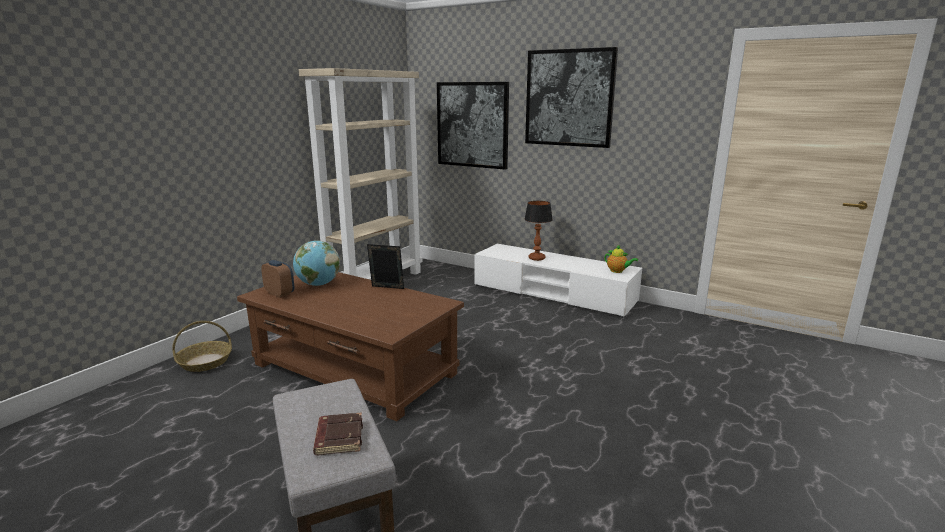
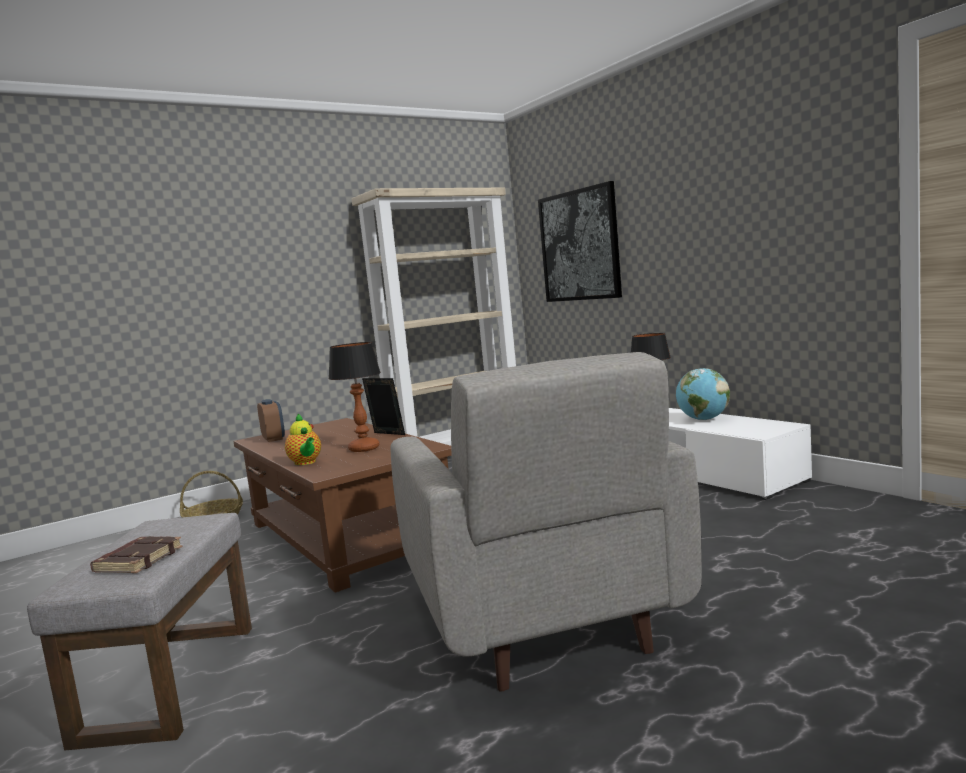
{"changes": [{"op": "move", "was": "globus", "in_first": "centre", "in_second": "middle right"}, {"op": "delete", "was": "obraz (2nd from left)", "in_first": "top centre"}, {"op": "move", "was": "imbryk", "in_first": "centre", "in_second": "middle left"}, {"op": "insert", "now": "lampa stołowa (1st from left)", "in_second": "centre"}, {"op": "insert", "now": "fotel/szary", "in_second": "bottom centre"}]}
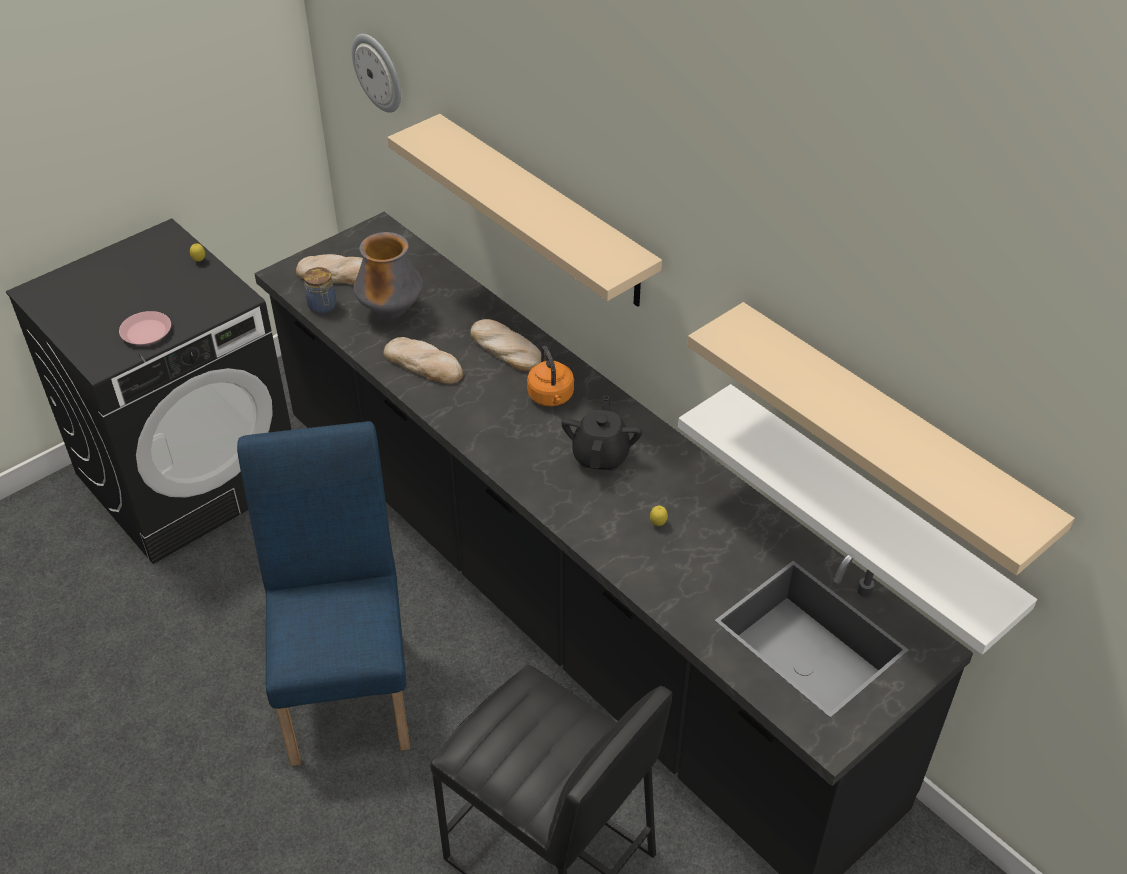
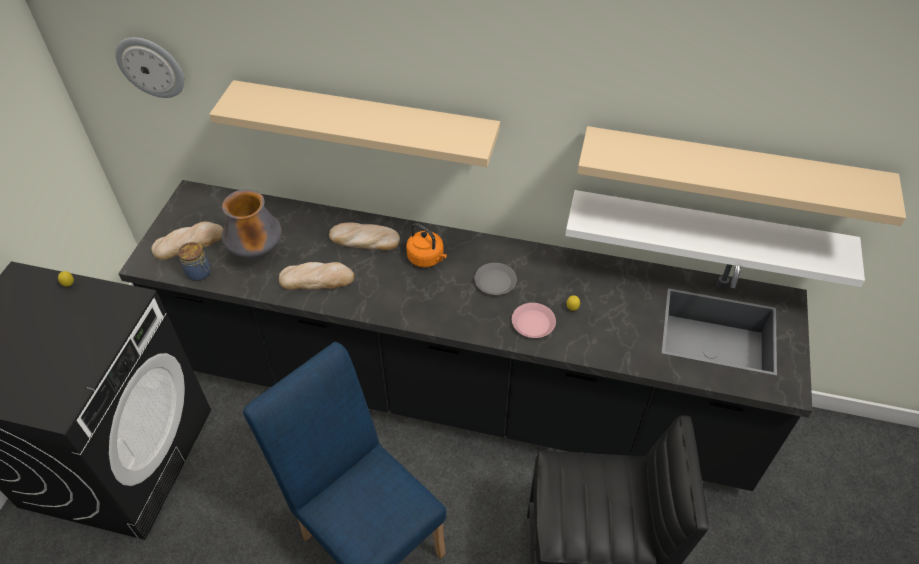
{"changes": [{"op": "move", "was": "talerz/różowy", "in_first": "middle left", "in_second": "centre"}, {"op": "replace", "was": "imbryk/czarny", "now": "talerz/szary", "in_first": "centre", "in_second": "centre"}]}
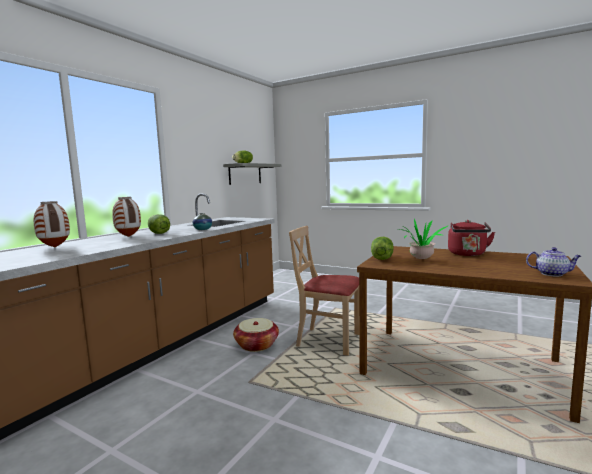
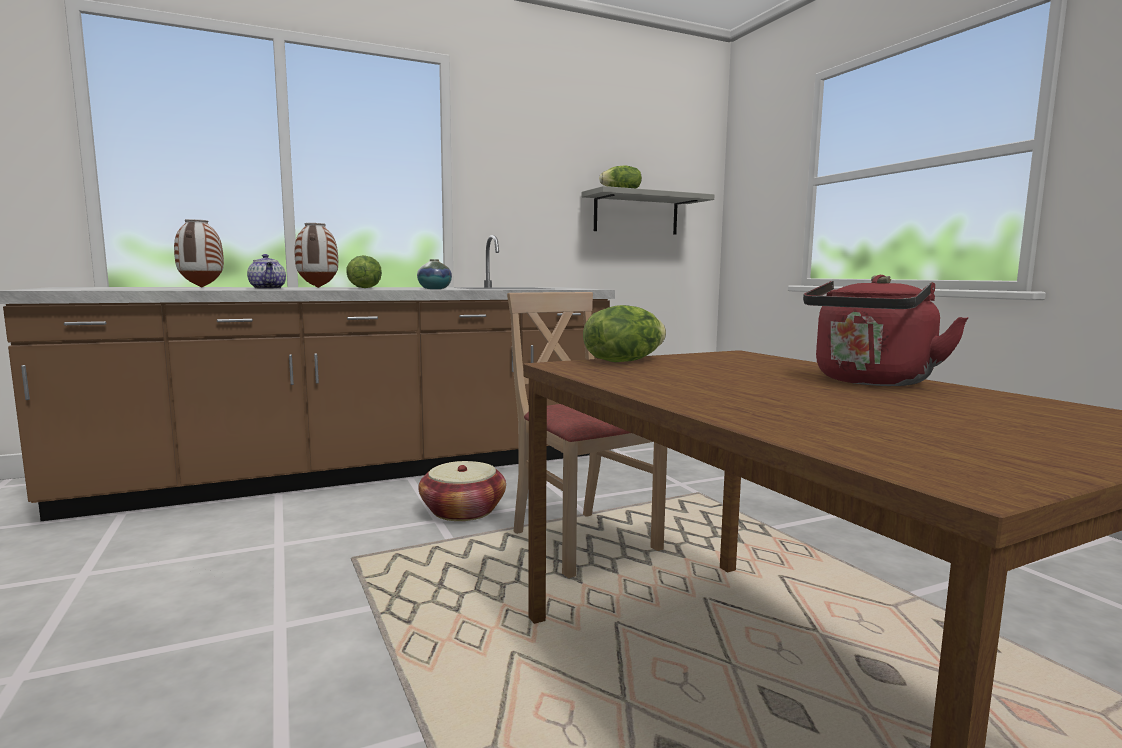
{"changes": [{"op": "delete", "was": "roślina doniczkowa", "in_first": "middle right"}, {"op": "move", "was": "imbryk", "in_first": "middle right", "in_second": "middle left"}]}
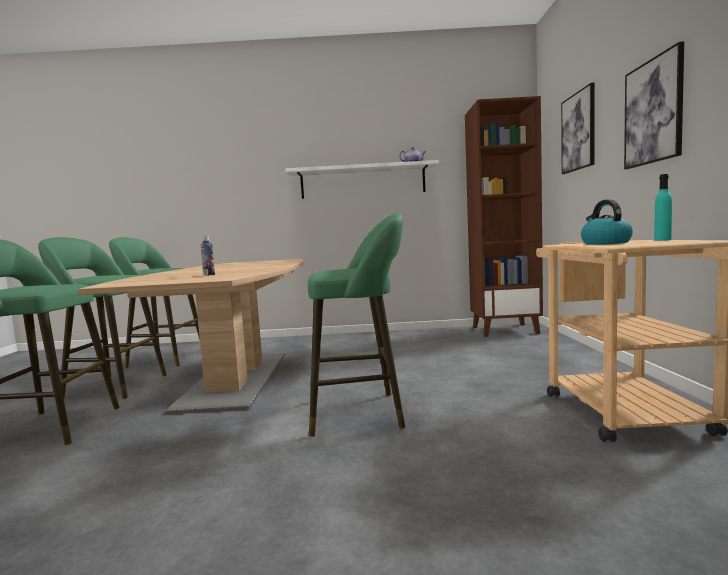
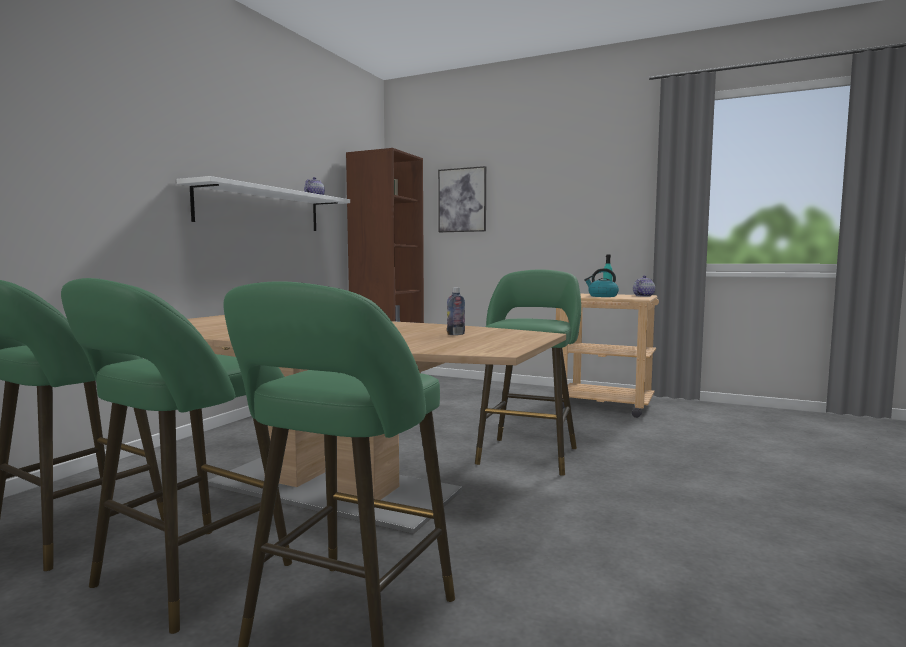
{"changes": [{"op": "delete", "was": "obraz (2nd from left)", "in_first": "top right"}, {"op": "insert", "now": "imbryk (2nd from left)", "in_second": "middle right"}]}
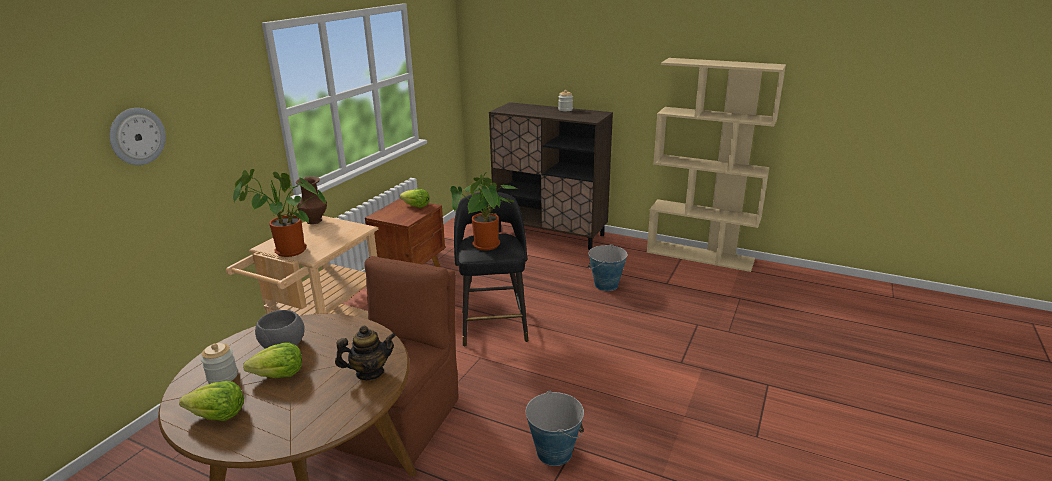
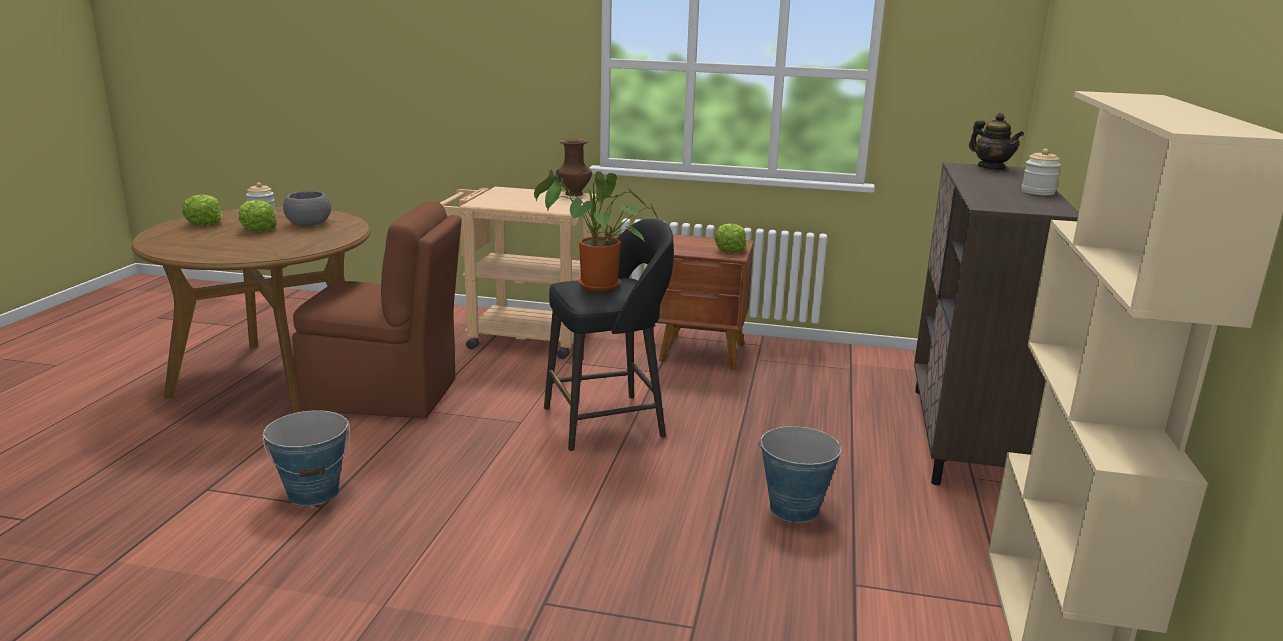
{"changes": [{"op": "delete", "was": "zegar ścienny", "in_first": "top left"}, {"op": "delete", "was": "roślina doniczkowa (1st from left)", "in_first": "middle left"}, {"op": "move", "was": "imbryk", "in_first": "bottom centre", "in_second": "top right"}]}
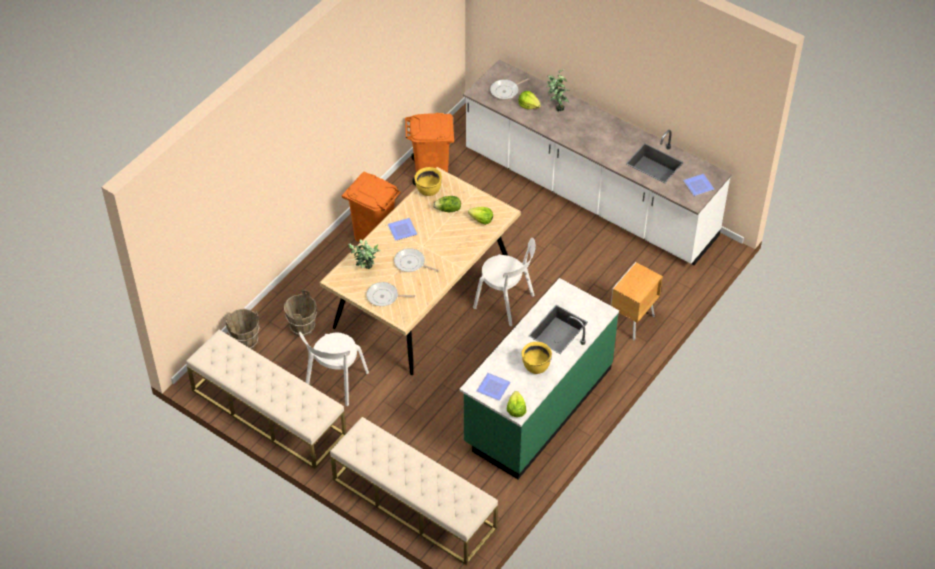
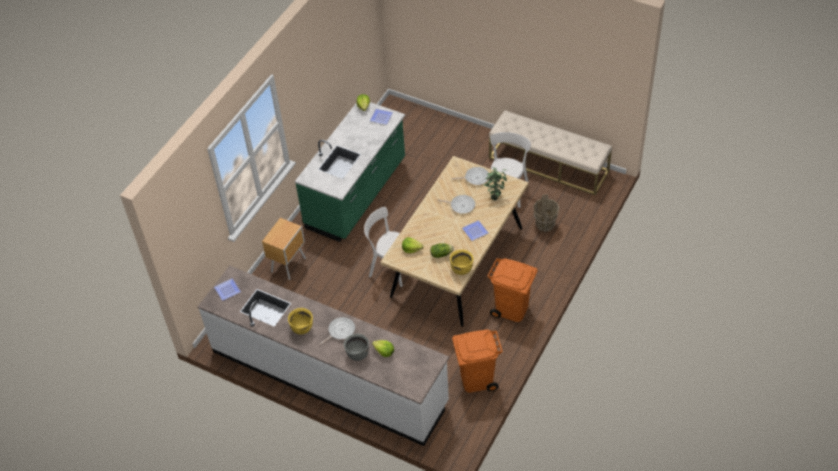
{"changes": [{"op": "delete", "was": "wiadro/brązowy (1st from left)", "in_first": "middle left"}, {"op": "delete", "was": "ławka/beżowy (2nd from left)", "in_first": "bottom centre"}, {"op": "move", "was": "patelnia (3rd from left in the first image)", "now": "patelnia (1st from left)", "in_first": "top centre", "in_second": "bottom centre"}, {"op": "move", "was": "garnek/żółty (2nd from left in the first image)", "now": "garnek/żółty (1st from left)", "in_first": "centre", "in_second": "bottom centre"}, {"op": "replace", "was": "roślina doniczkowa (2nd from left)", "now": "garnek/szary", "in_first": "top centre", "in_second": "bottom centre"}]}
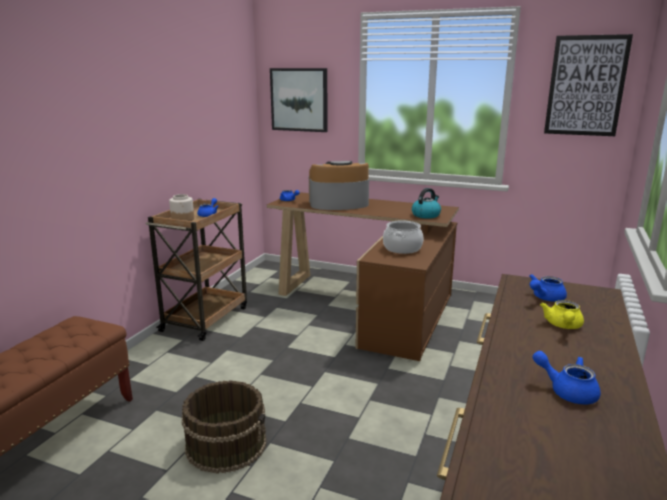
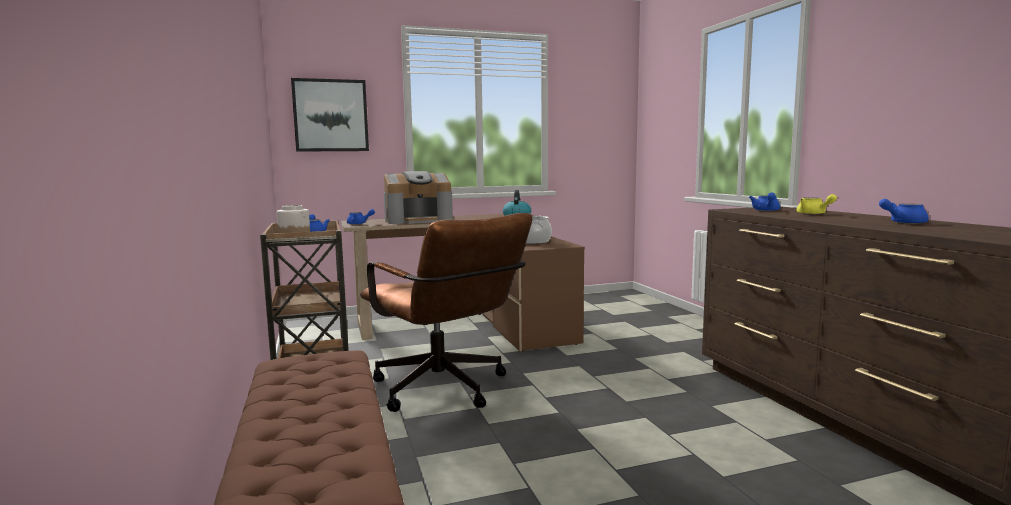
{"changes": [{"op": "delete", "was": "wiadro/brązowy", "in_first": "bottom centre"}, {"op": "rotate", "was": "ekspres do kawy", "in_first": "centre", "in_second": "centre", "clockwise": -150}, {"op": "delete", "was": "obraz (2nd from left)", "in_first": "top right"}, {"op": "insert", "now": "krzesło biurowe/brązowy", "in_second": "centre"}]}
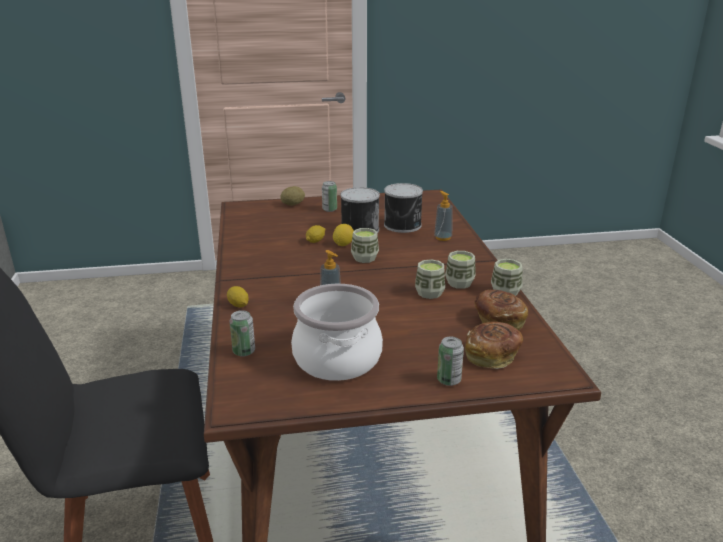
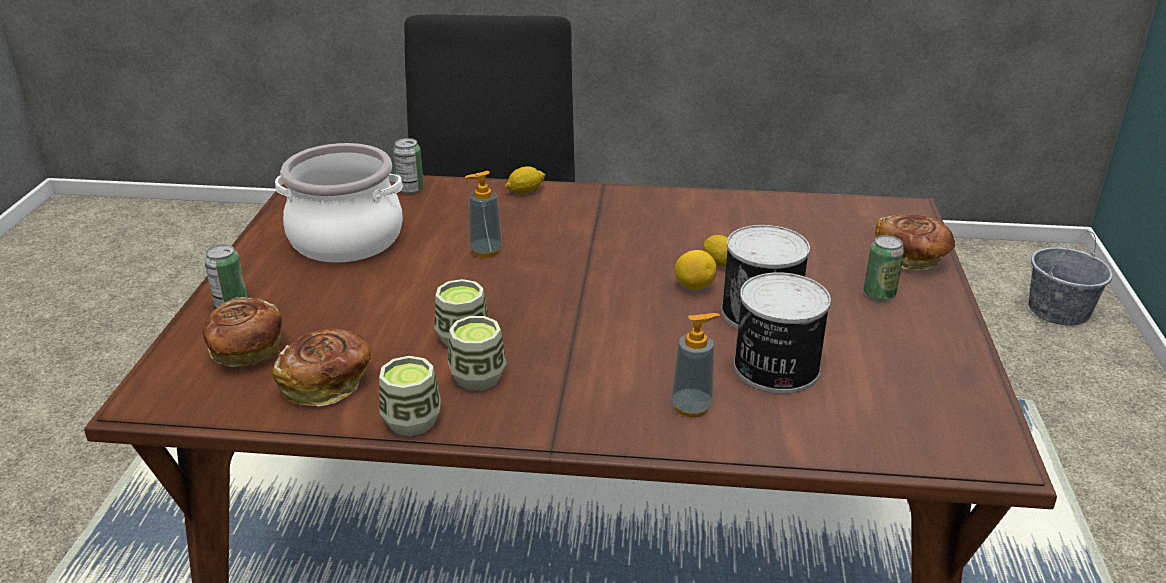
{"changes": [{"op": "replace", "was": "ziemniak", "now": "chleb (3rd from left)", "in_first": "centre", "in_second": "middle right"}, {"op": "delete", "was": "filiżanka (1st from left)", "in_first": "centre"}, {"op": "insert", "now": "wiadro/szary", "in_second": "middle right"}]}
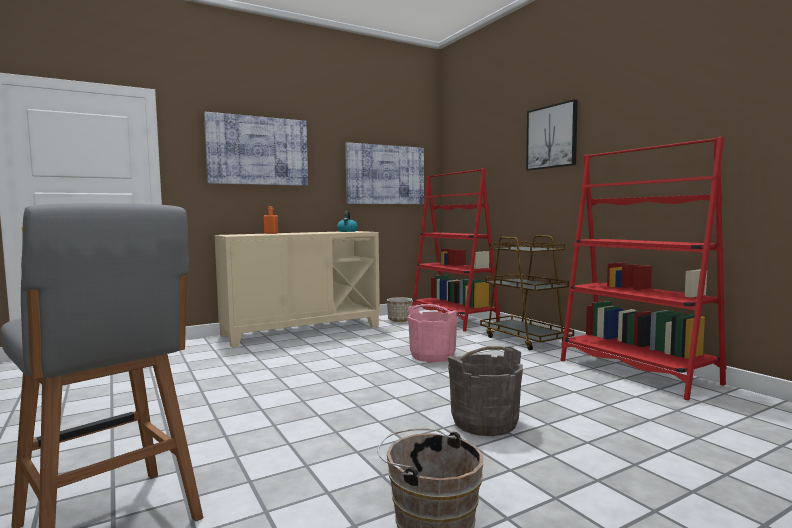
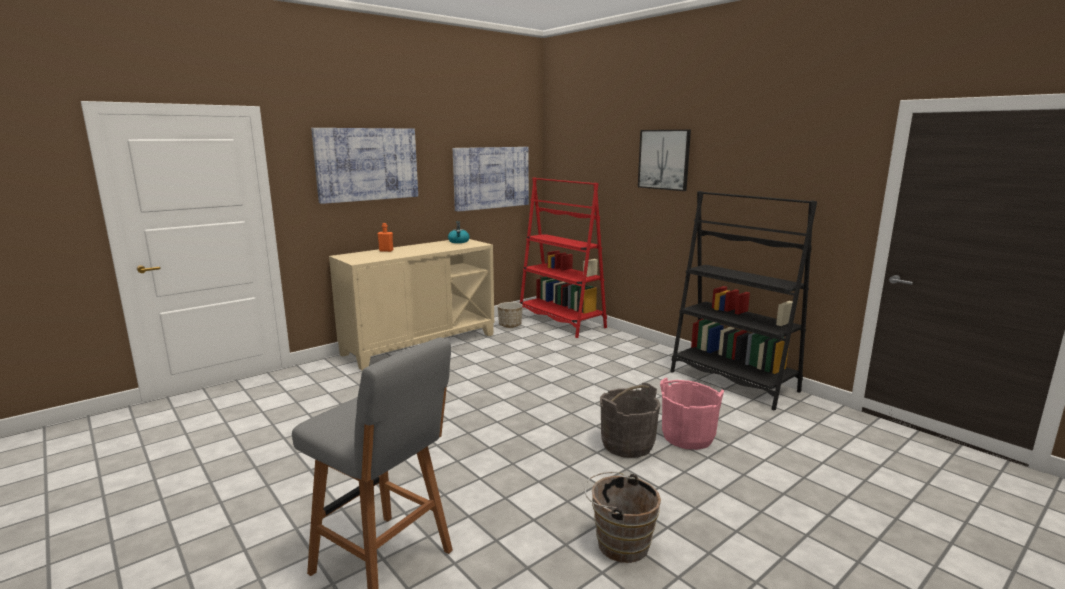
{"changes": [{"op": "move", "was": "wiadro/różowy", "in_first": "centre", "in_second": "bottom centre"}, {"op": "delete", "was": "wózek/brązowy", "in_first": "centre"}, {"op": "recolor", "was": "regał/czerwony (2nd from left)", "now": "regał/czarny", "in_first": "middle right", "in_second": "middle right"}]}
